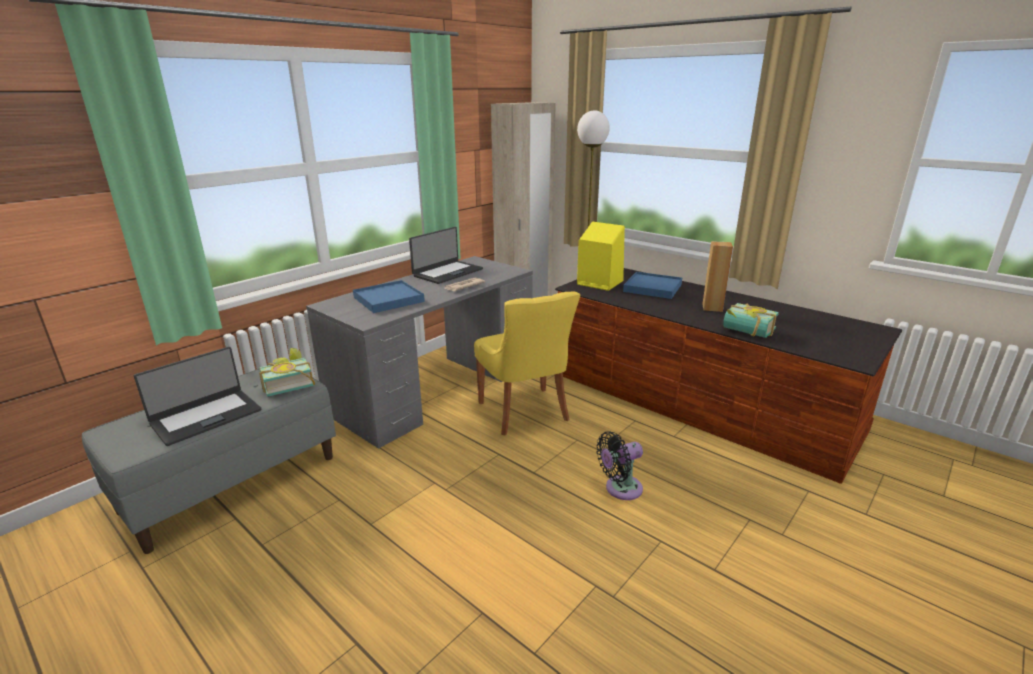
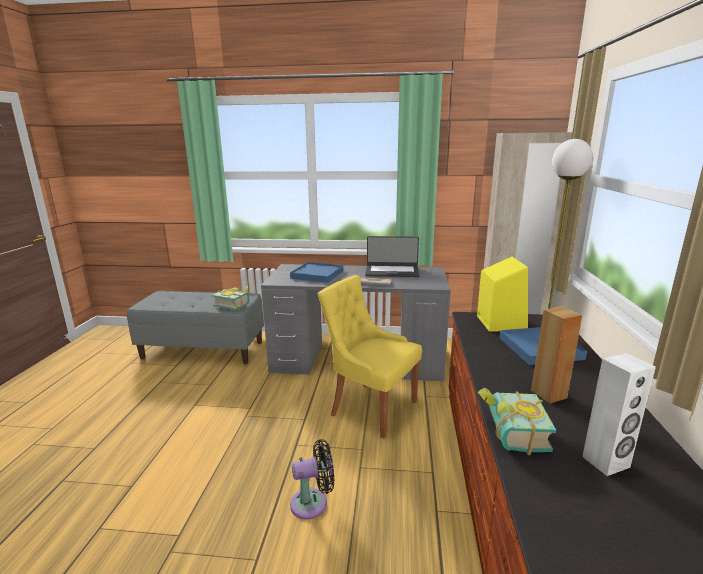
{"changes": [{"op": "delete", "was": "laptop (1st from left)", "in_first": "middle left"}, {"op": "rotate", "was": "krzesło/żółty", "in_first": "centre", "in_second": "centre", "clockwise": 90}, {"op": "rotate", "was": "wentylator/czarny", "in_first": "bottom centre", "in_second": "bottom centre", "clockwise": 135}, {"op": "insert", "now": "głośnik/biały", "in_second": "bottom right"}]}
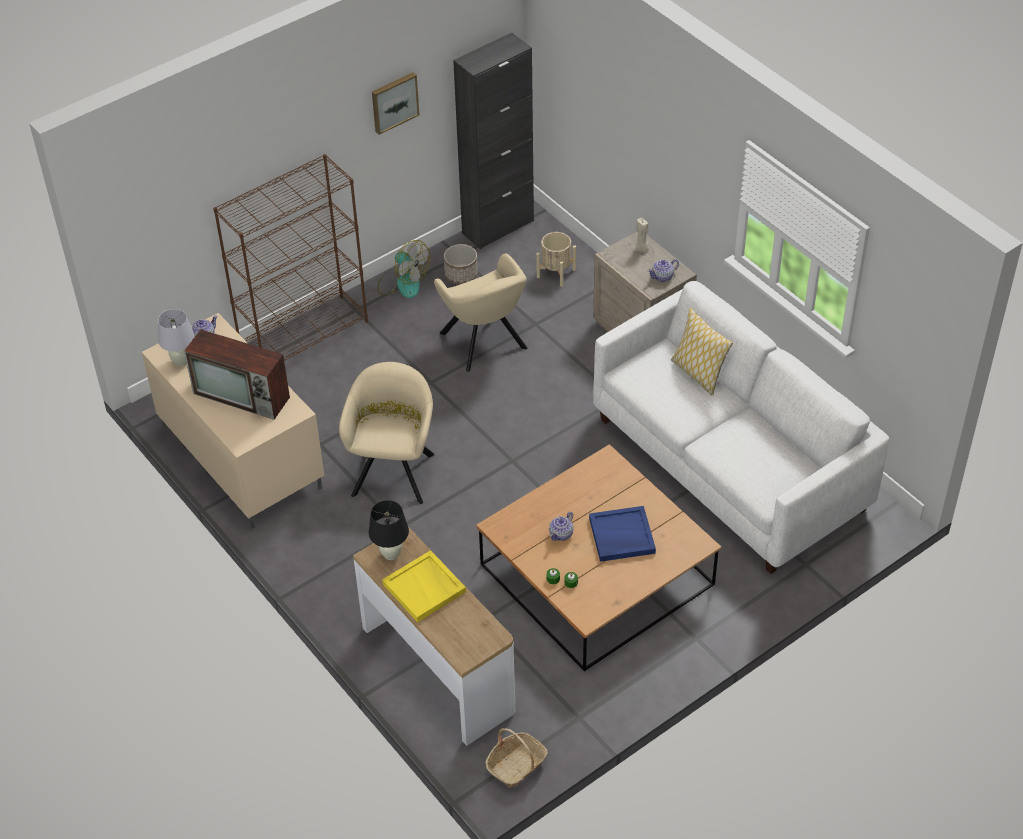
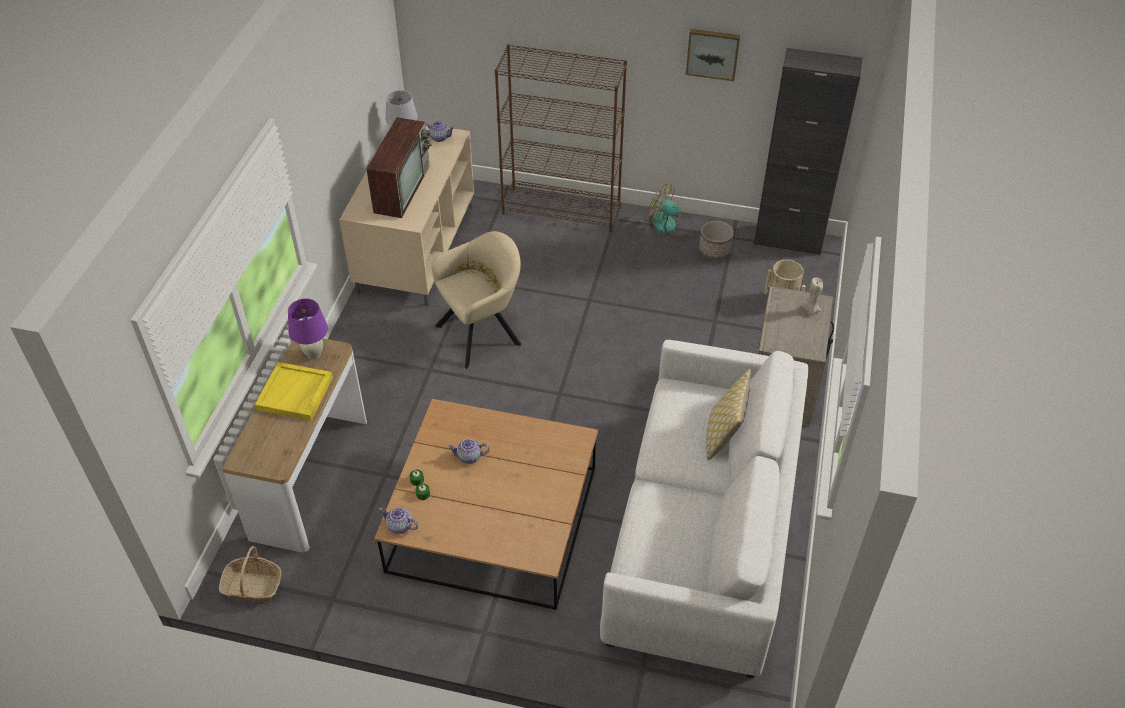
{"changes": [{"op": "rotate", "was": "telewizor", "in_first": "middle left", "in_second": "top centre", "clockwise": -150}, {"op": "recolor", "was": "lampa stołowa/czarny", "now": "lampa stołowa/fioletowy", "in_first": "centre", "in_second": "middle left"}, {"op": "rotate", "was": "wentylator", "in_first": "top centre", "in_second": "top centre", "clockwise": 120}, {"op": "delete", "was": "fotel/beżowy (2nd from left)", "in_first": "centre"}, {"op": "delete", "was": "taca/niebieski", "in_first": "centre"}, {"op": "move", "was": "imbryk (3rd from left in the first image)", "now": "imbryk (1st from left)", "in_first": "top centre", "in_second": "bottom centre"}]}
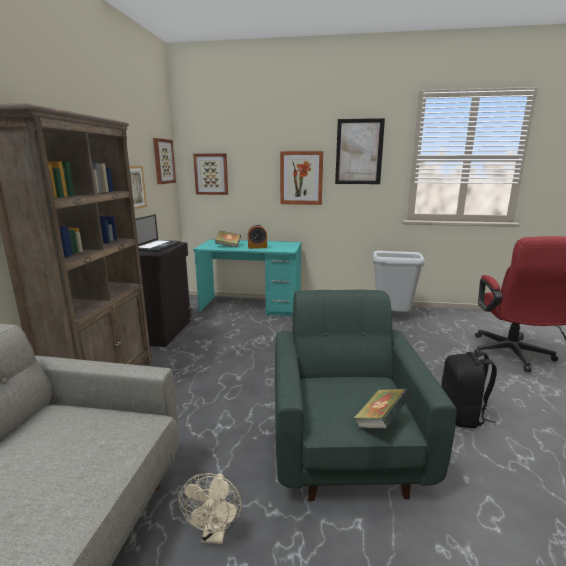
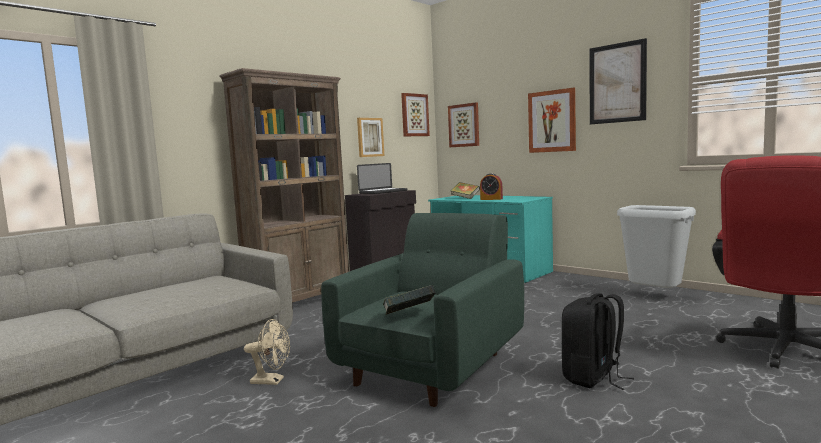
{"changes": [{"op": "rotate", "was": "wentylator/beżowy", "in_first": "bottom centre", "in_second": "bottom left", "clockwise": -120}]}
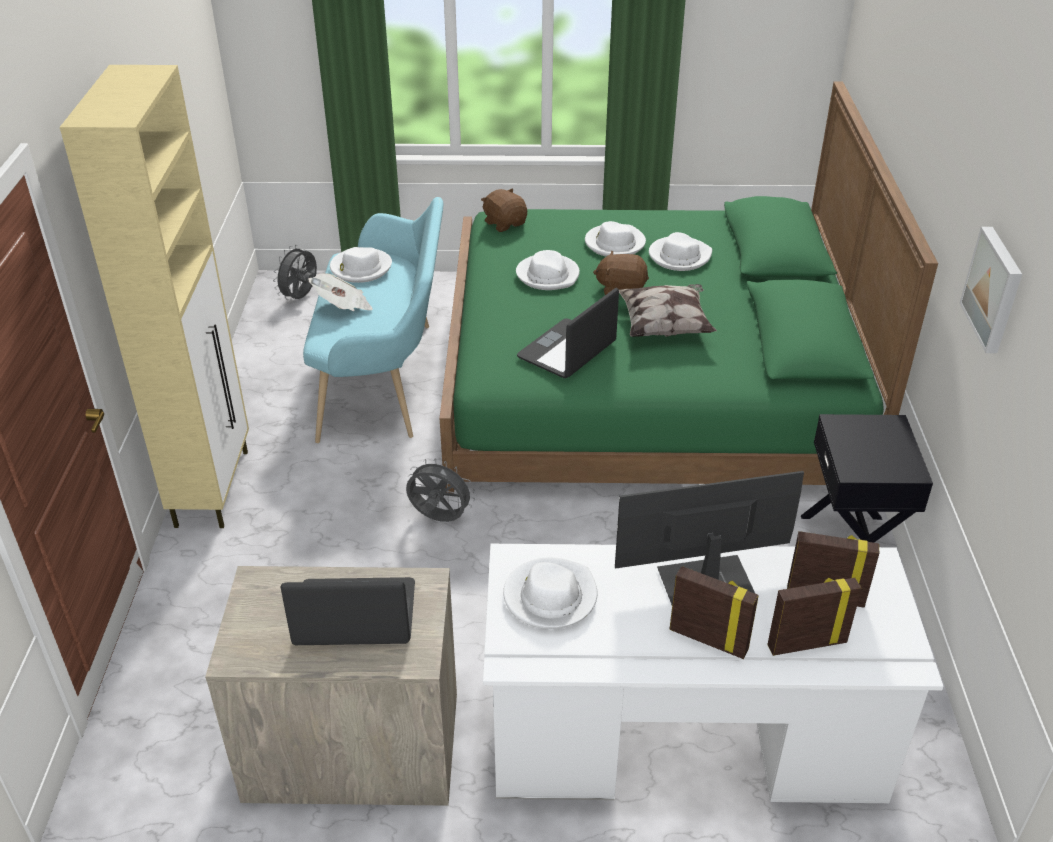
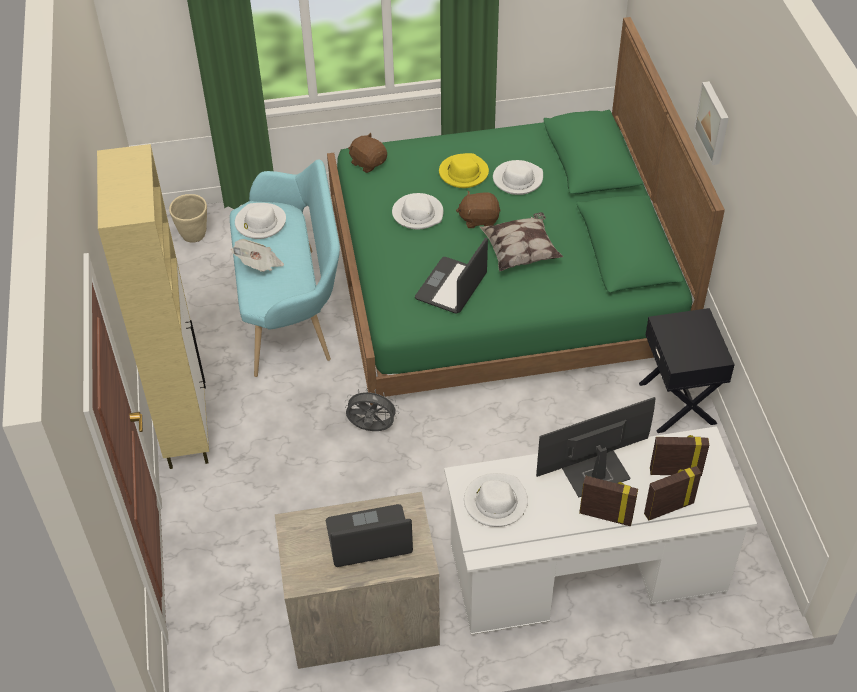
{"changes": [{"op": "replace", "was": "wentylator/szary (1st from left)", "now": "donica/beżowy", "in_first": "top left", "in_second": "top left"}, {"op": "recolor", "was": "kapelusz/biały (4th from left)", "now": "kapelusz/żółty", "in_first": "top centre", "in_second": "top centre"}, {"op": "move", "was": "obraz", "in_first": "middle right", "in_second": "top right"}]}
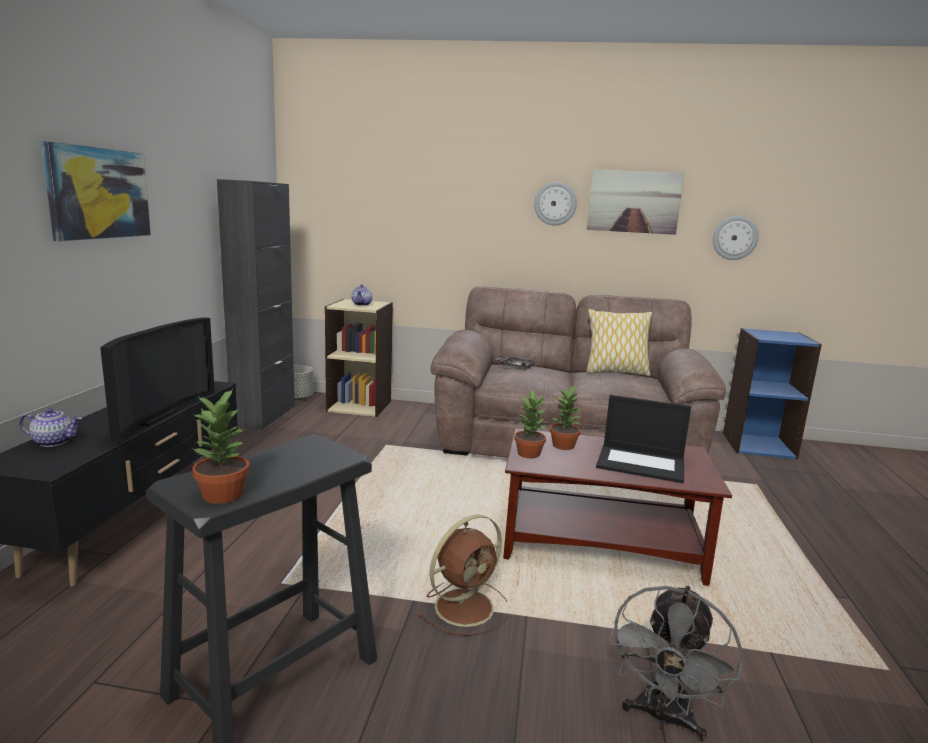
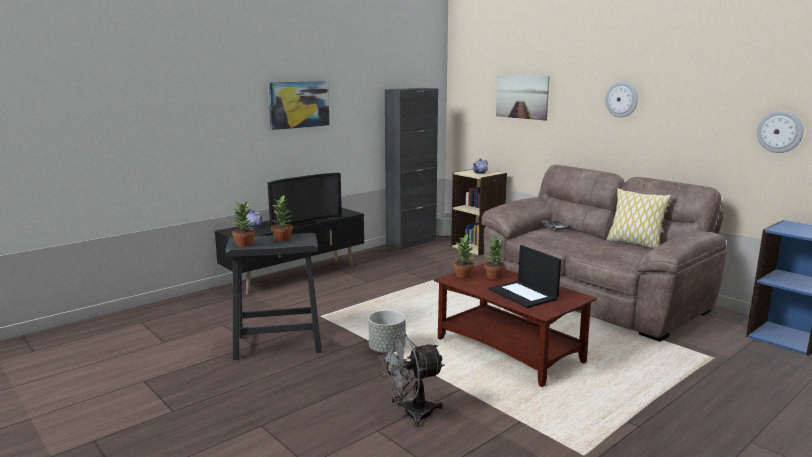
{"changes": [{"op": "replace", "was": "wentylator/brązowy", "now": "donica/szary (1st from left)", "in_first": "bottom centre", "in_second": "bottom centre"}, {"op": "move", "was": "obraz (2nd from left)", "in_first": "top right", "in_second": "top centre"}, {"op": "insert", "now": "roślina doniczkowa (2nd from left)", "in_second": "centre"}]}
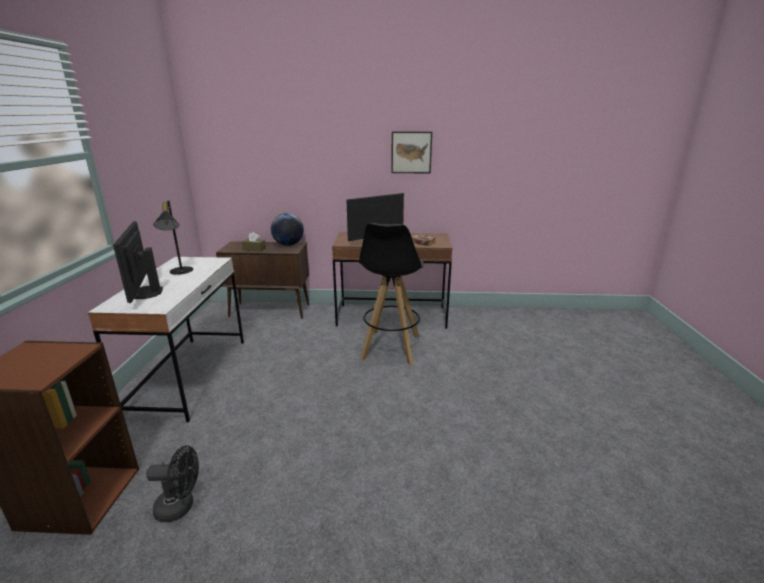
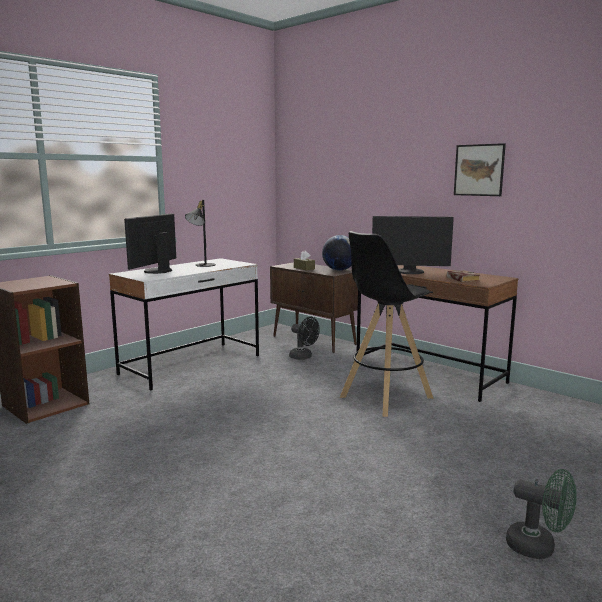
{"changes": [{"op": "move", "was": "wentylator/czarny", "in_first": "bottom left", "in_second": "centre"}, {"op": "insert", "now": "wentylator/zielony", "in_second": "bottom right"}]}
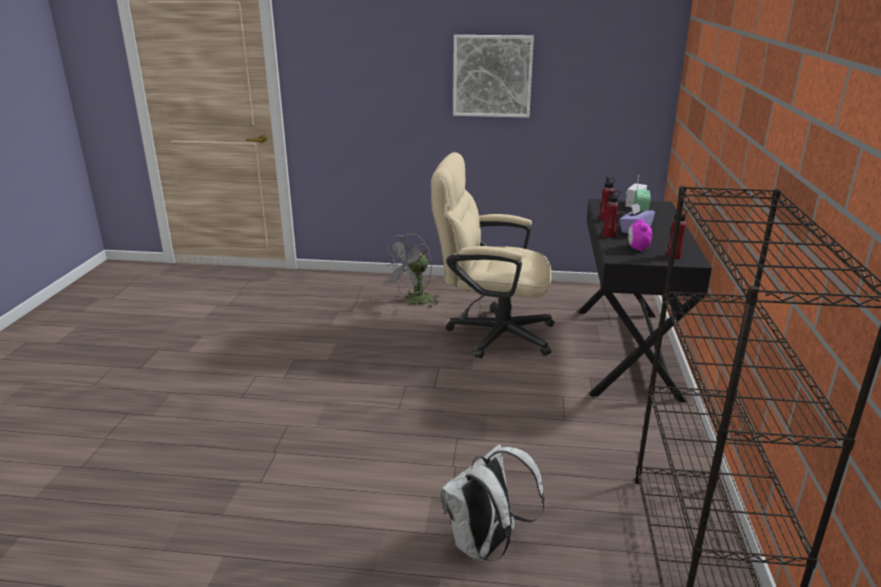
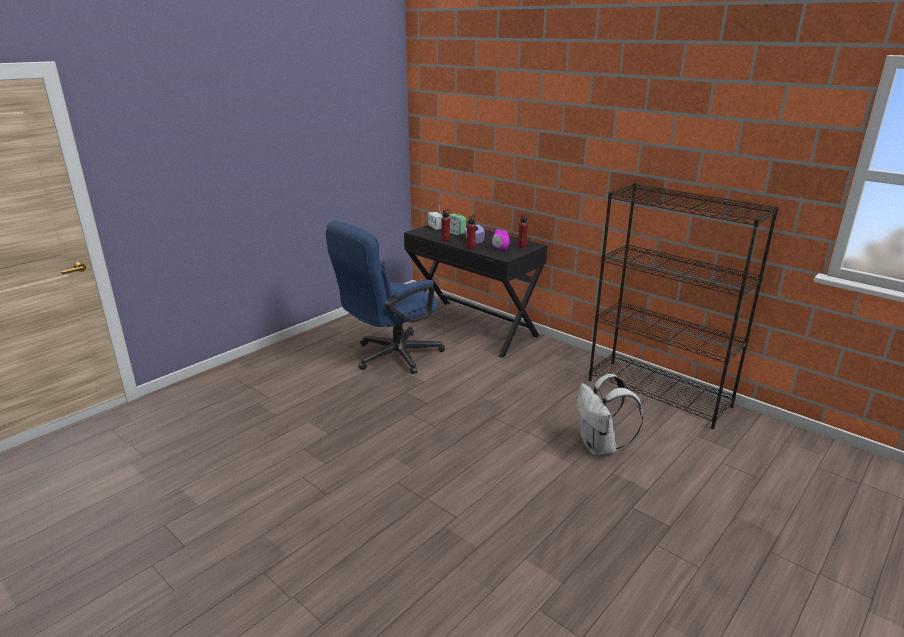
{"changes": [{"op": "delete", "was": "wentylator/szary", "in_first": "centre"}, {"op": "recolor", "was": "krzesło biurowe/beżowy", "now": "krzesło biurowe/niebieski", "in_first": "centre", "in_second": "centre"}, {"op": "delete", "was": "obraz", "in_first": "top centre"}]}
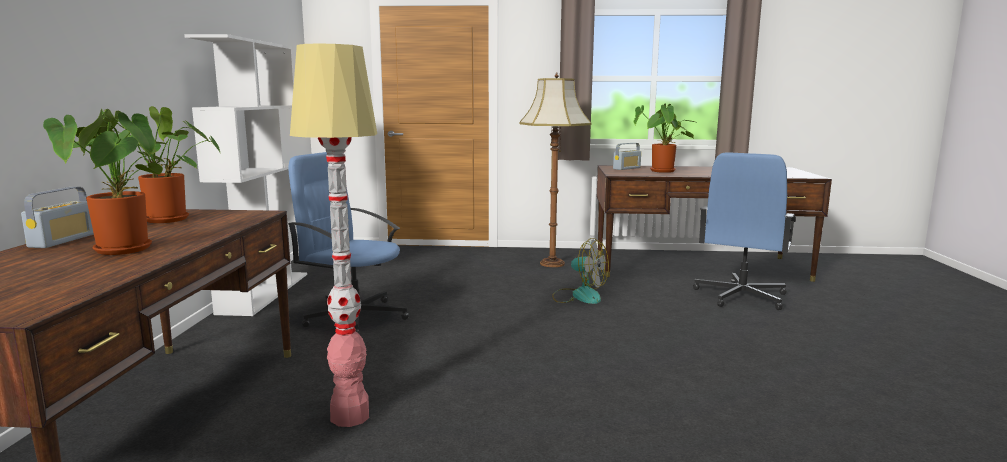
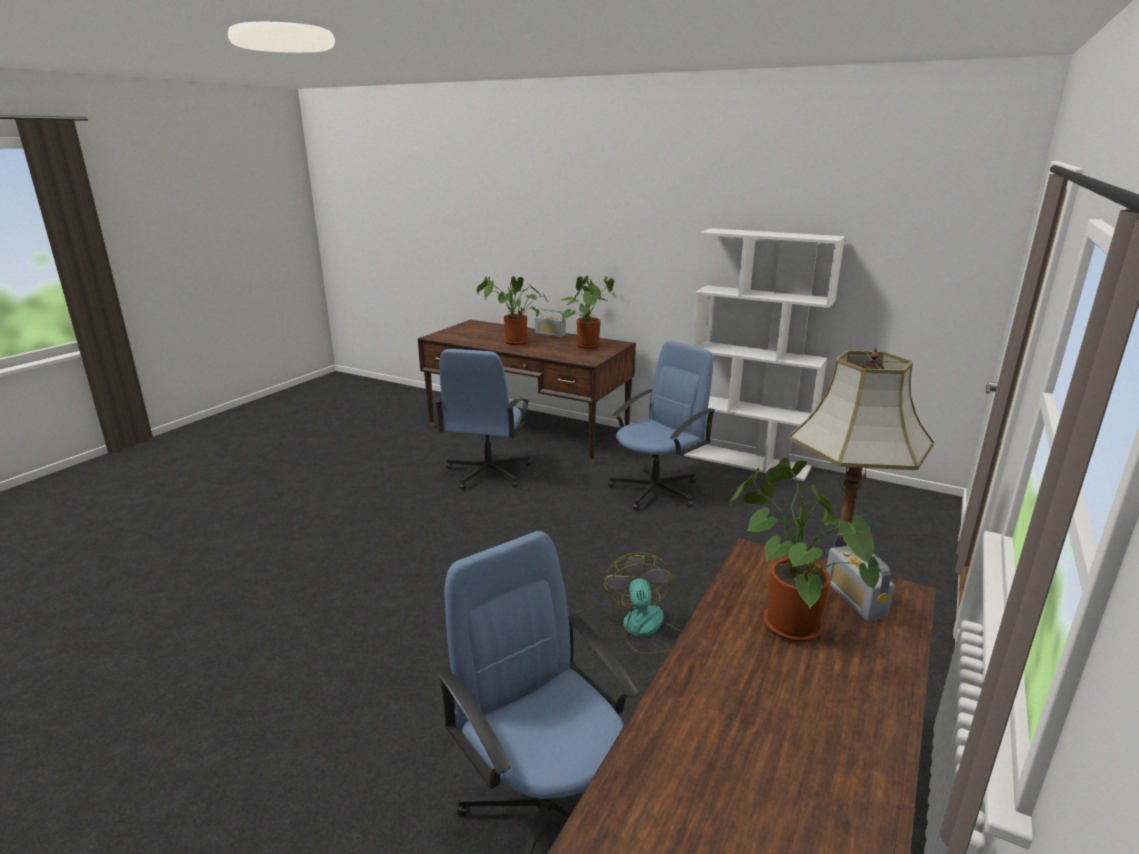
{"changes": [{"op": "replace", "was": "lampa stojąca (1st from left)", "now": "krzesło biurowe/niebieski (1st from left)", "in_first": "middle left", "in_second": "centre"}, {"op": "rotate", "was": "wentylator", "in_first": "centre", "in_second": "bottom centre", "clockwise": 120}]}
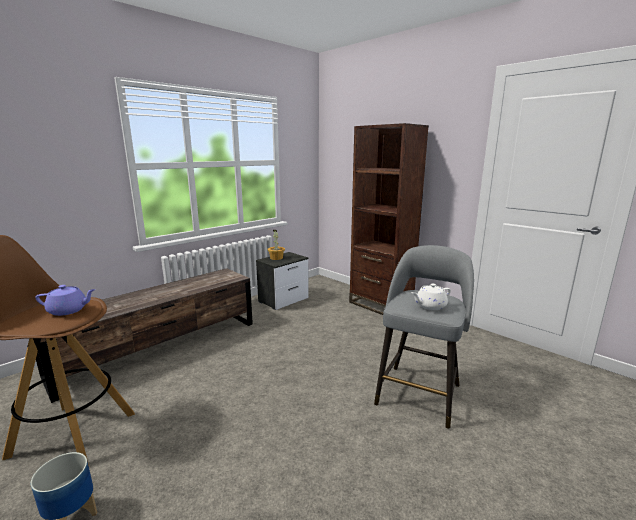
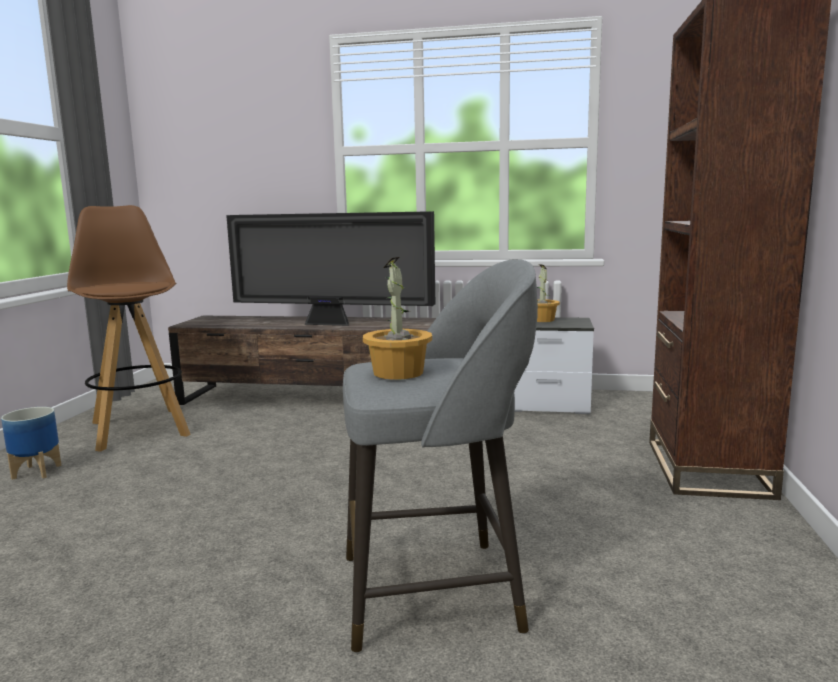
{"changes": [{"op": "delete", "was": "imbryk/fioletowy", "in_first": "middle left"}, {"op": "replace", "was": "imbryk/biały", "now": "roślina doniczkowa (1st from left)", "in_first": "middle right", "in_second": "centre"}, {"op": "insert", "now": "telewizor", "in_second": "centre"}]}
